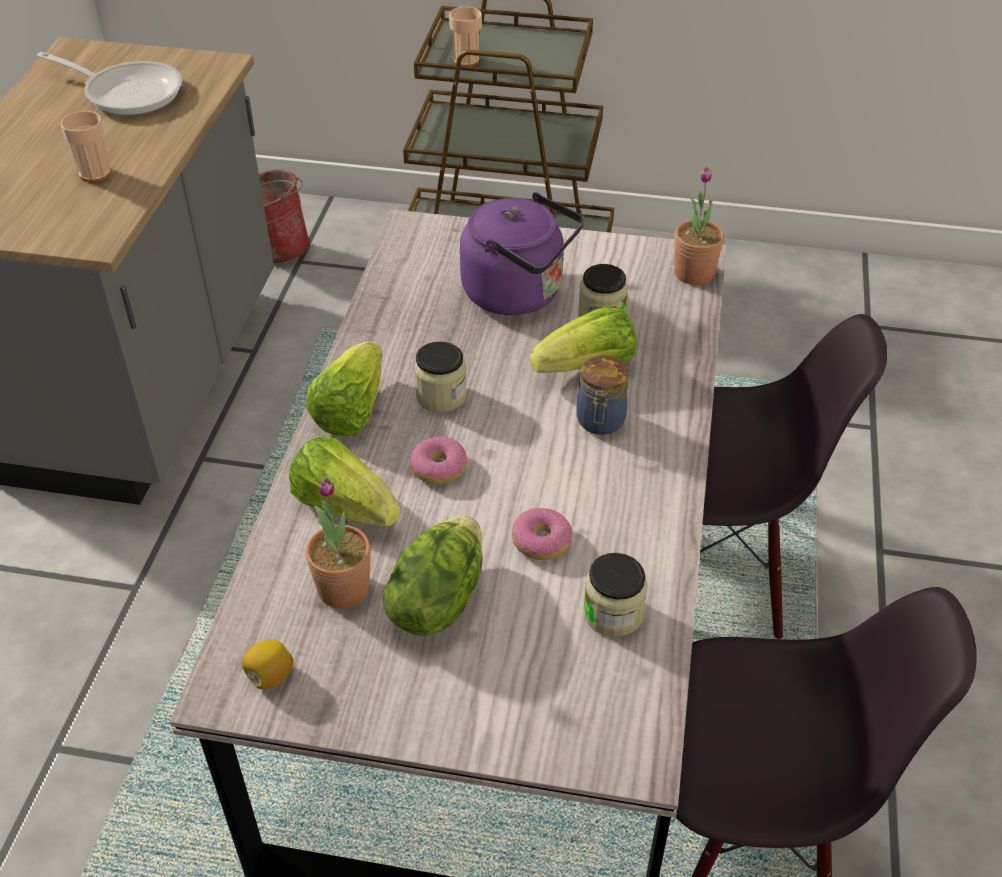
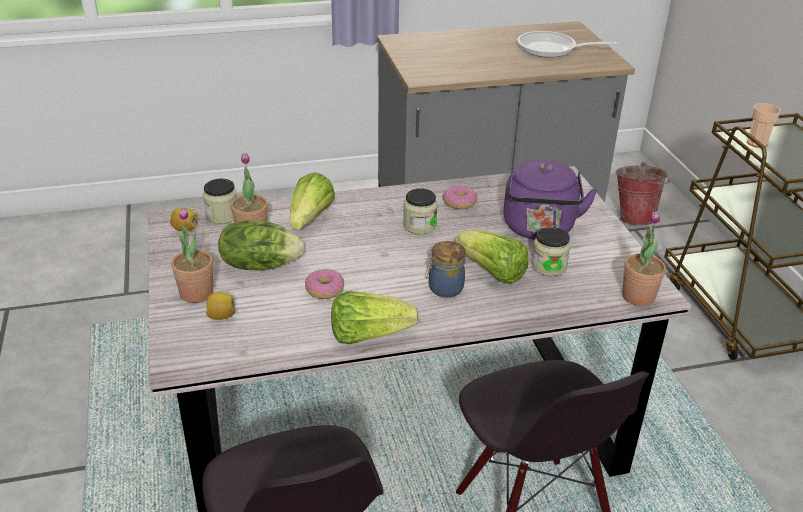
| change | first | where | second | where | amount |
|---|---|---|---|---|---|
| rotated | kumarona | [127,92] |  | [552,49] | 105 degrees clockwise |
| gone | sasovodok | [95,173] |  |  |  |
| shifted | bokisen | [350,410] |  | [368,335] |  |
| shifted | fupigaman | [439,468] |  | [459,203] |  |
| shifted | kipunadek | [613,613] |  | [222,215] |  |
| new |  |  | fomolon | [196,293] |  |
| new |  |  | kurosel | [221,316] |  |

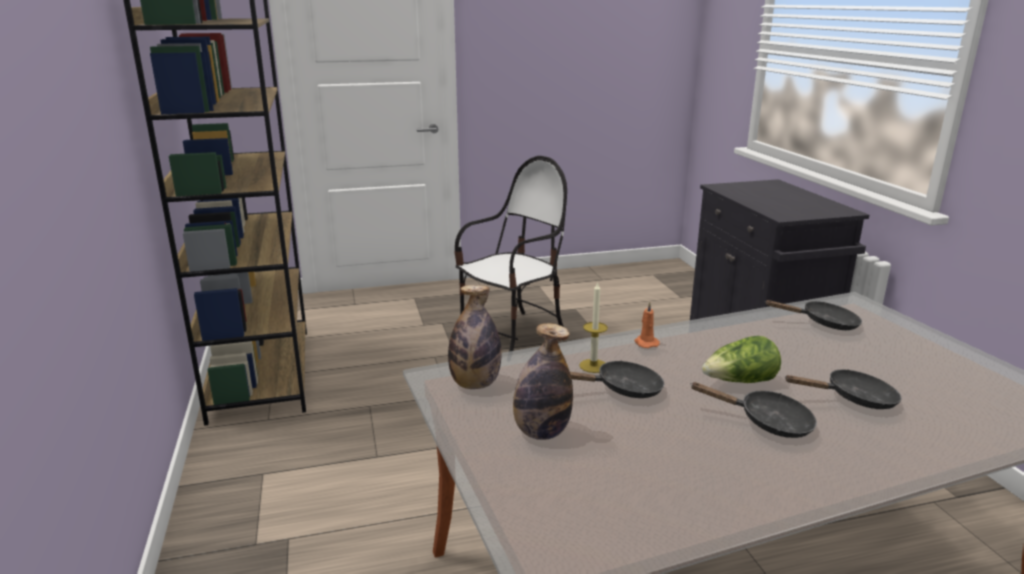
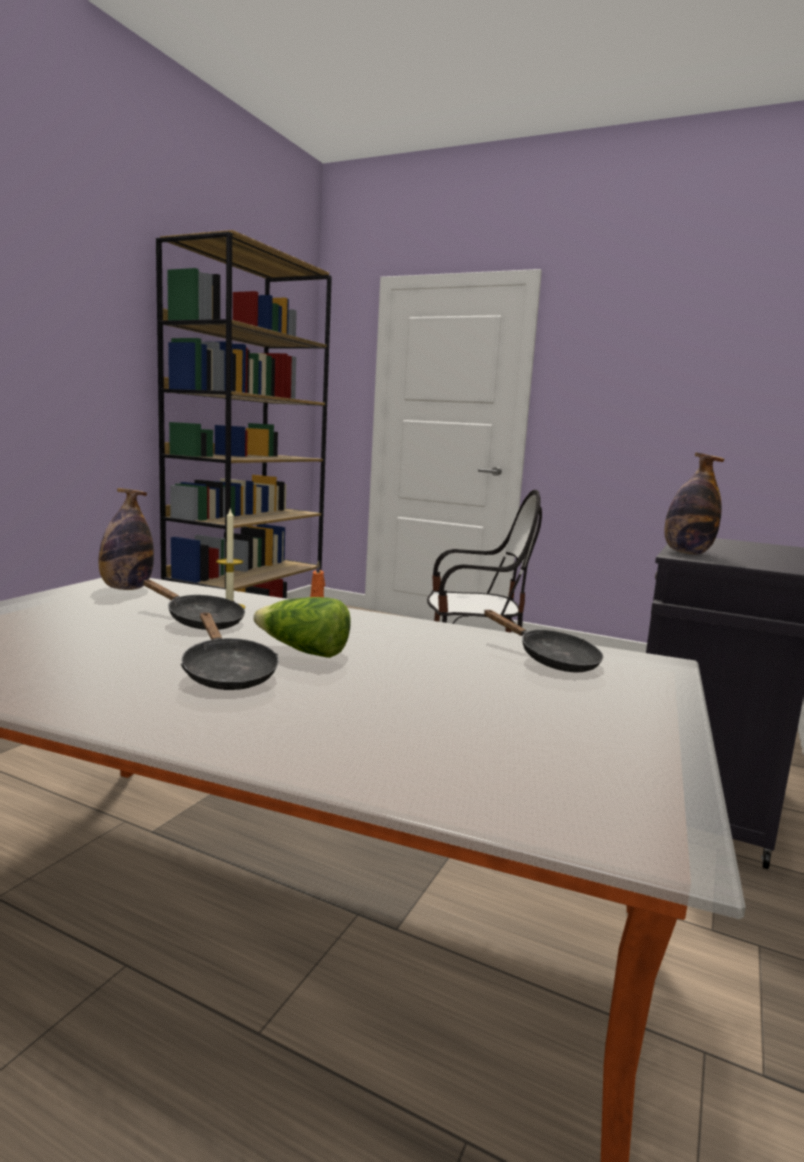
| change | first | where | second | where | amount |
|---|---|---|---|---|---|
| shifted | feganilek | [541,432] |  | [686,553] |  |
| gone | kumarona (black) | [853,398] |  |  |  |

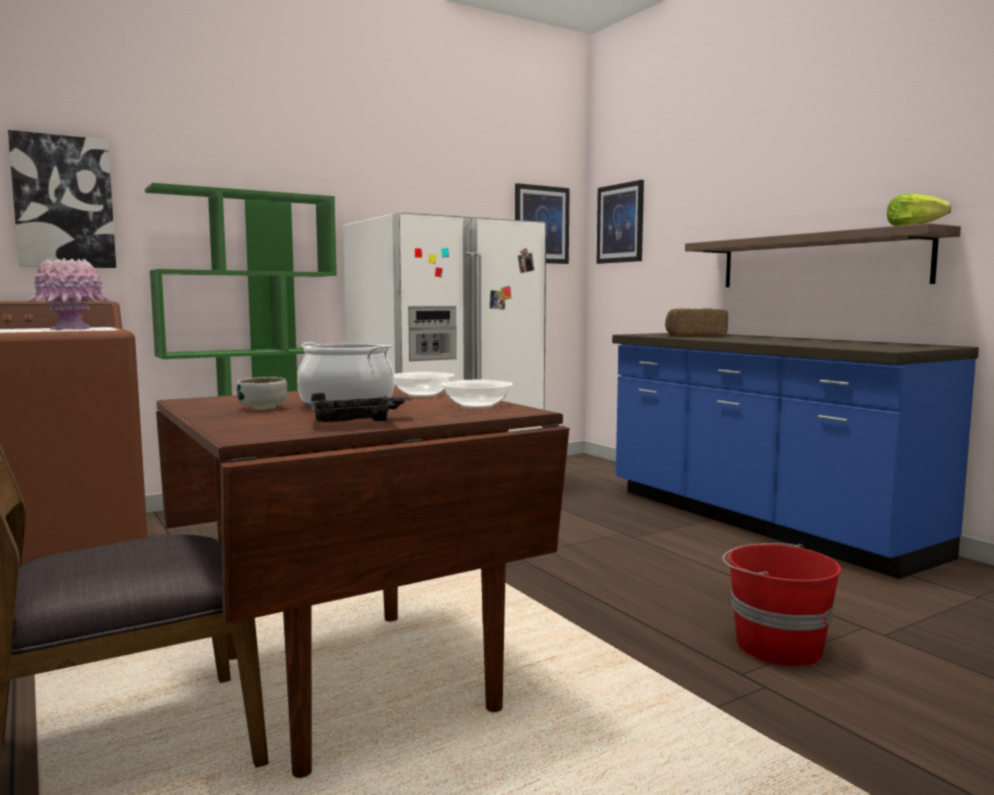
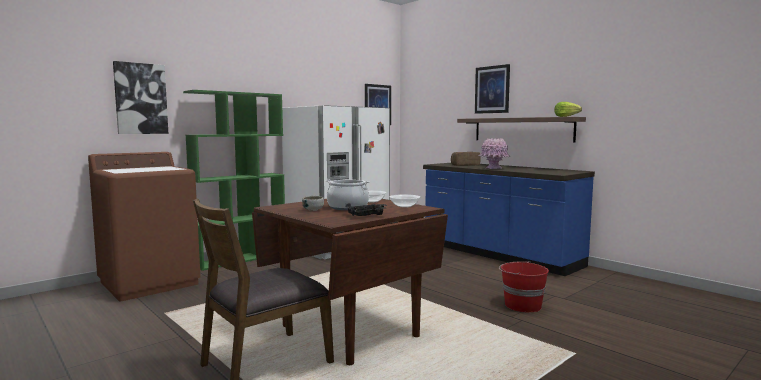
| change | first | where | second | where | amount |
|---|---|---|---|---|---|
| shifted | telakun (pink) | [71,329] |  | [493,168] |  |
| shifted | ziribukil | [620,223] |  | [492,89] |  |

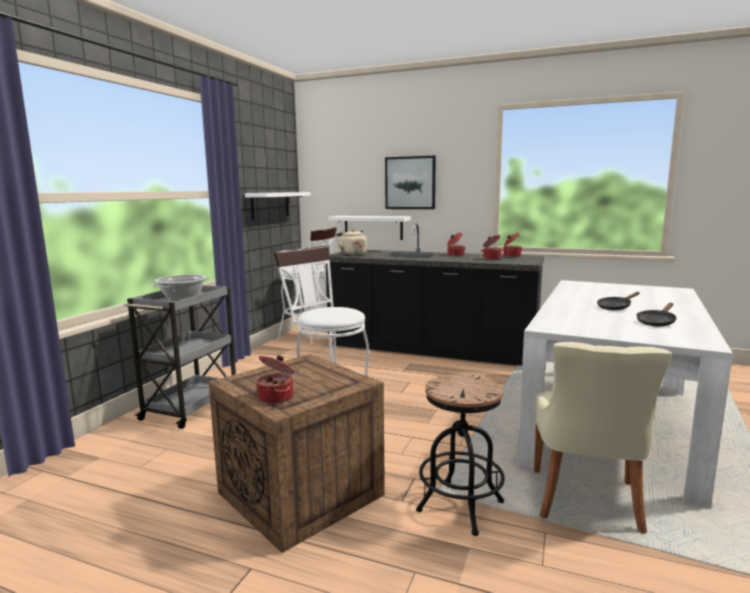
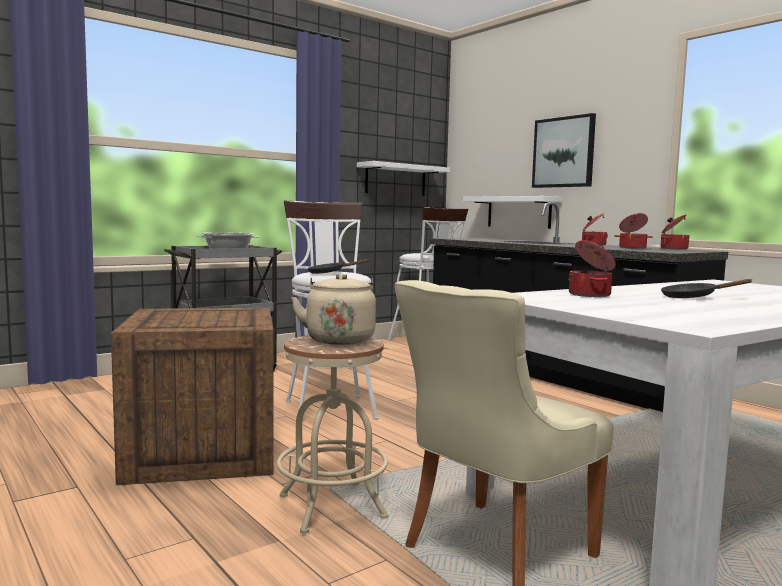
| change | first | where | second | where | amount |
|---|---|---|---|---|---|
| shifted | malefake | [277,397] |  | [590,295] |  |
| shifted | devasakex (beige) | [352,255] |  | [339,339] |  |
| repainted | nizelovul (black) | [460,506] | nizelovul (beige) | [332,507] |  |
| shifted | kumarona (black) | [656,322] |  | [330,273] |  |

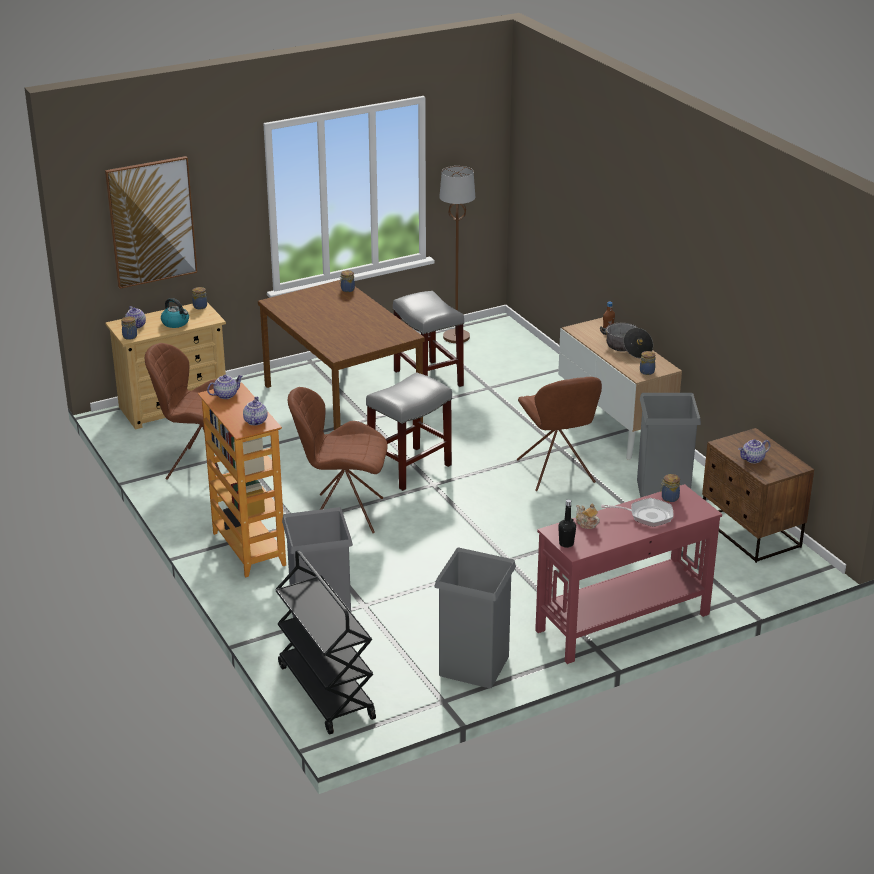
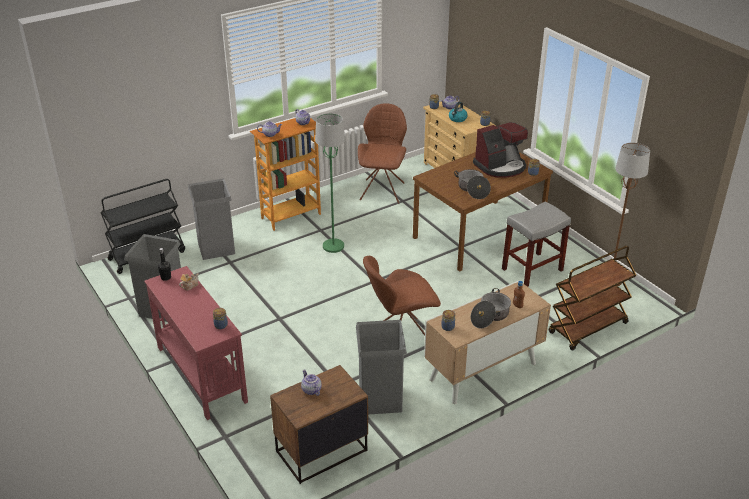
| change | first | where | second | where | amount |
|---|---|---|---|---|---|
| gone | ziribukil | [151,222] |  |  |  |
| swapped | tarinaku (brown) | [343,513] | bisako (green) | [333,246] |  |
| gone | nizelovul (grey) | [409,469] |  |  |  |
| gone | kumarona | [647,516] |  |  |  |
| new |  |  | malefake | [472,189] |  |
| new |  |  | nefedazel | [500,166] |  |
| new |  |  | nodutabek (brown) | [588,328] |  |

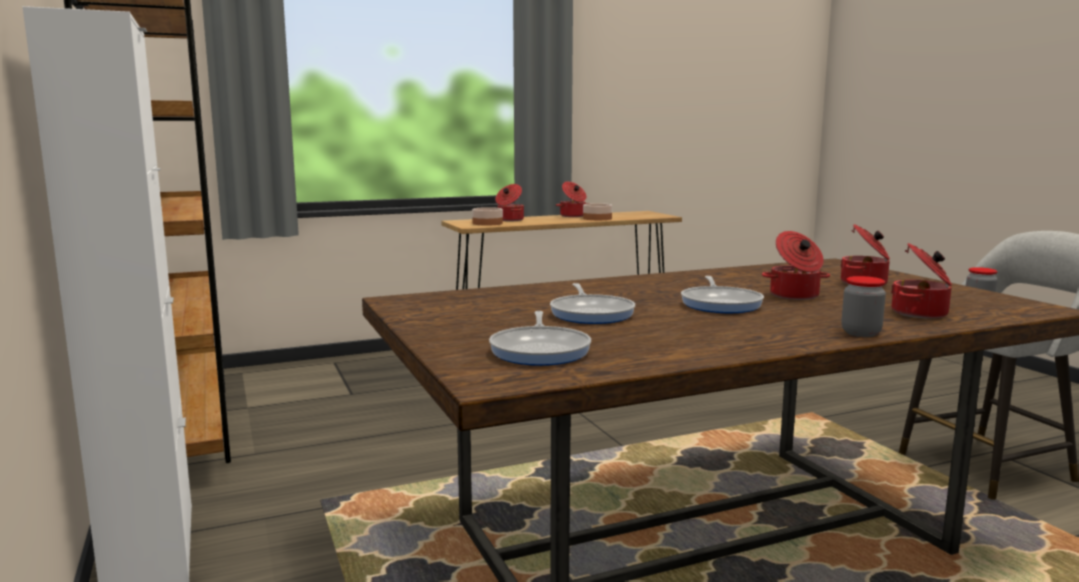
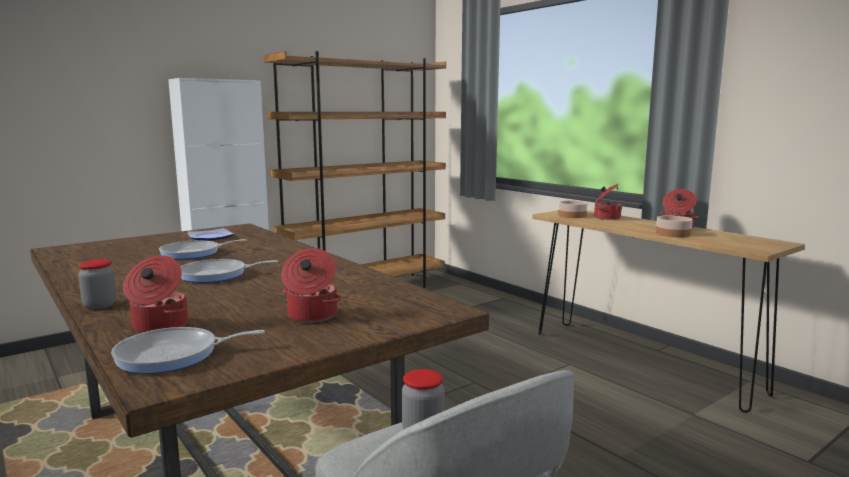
| change | first | where | second | where | amount |
|---|---|---|---|---|---|
| shifted | kumarona | [541,350] |  | [173,356] |  |
| gone | malefake | [794,296] |  |  |  |
| new |  |  | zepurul | [210,238] |  |

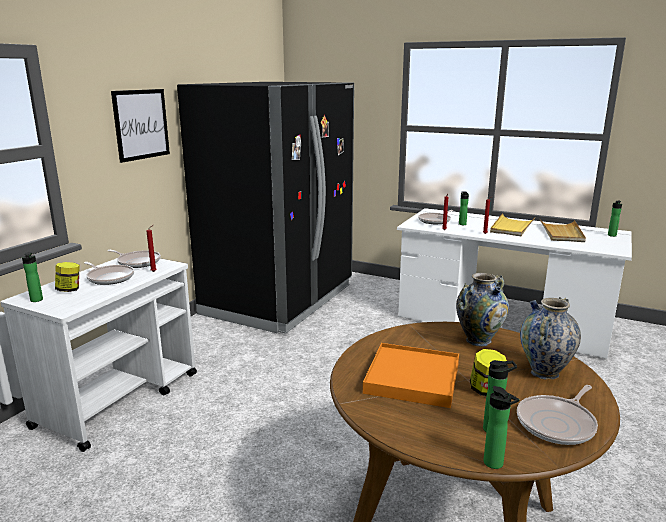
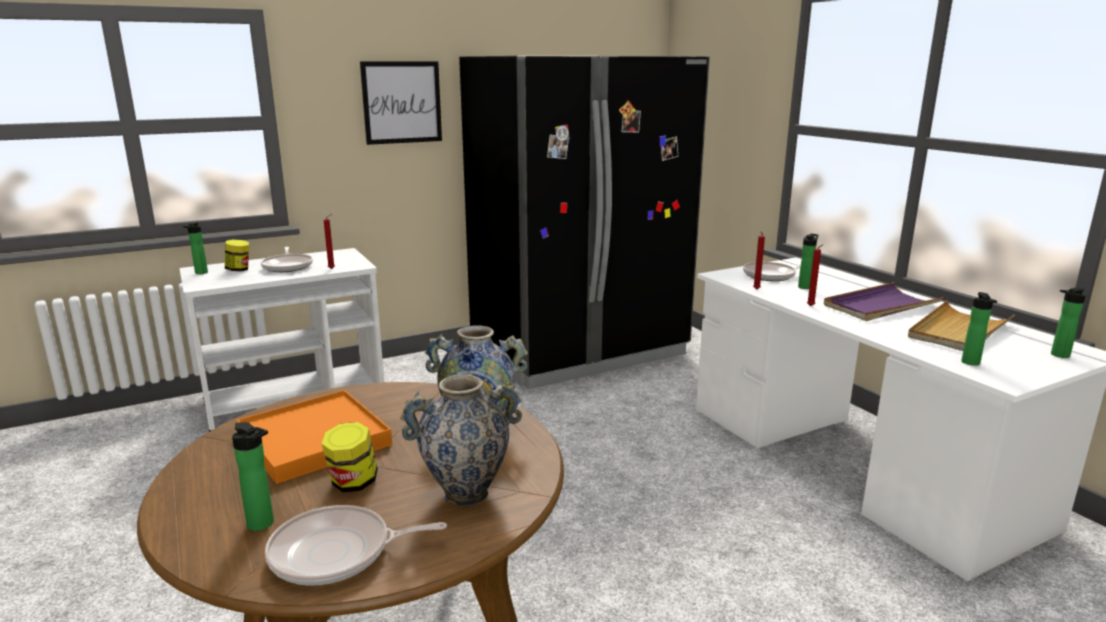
| change | first | where | second | where | amount |
|---|---|---|---|---|---|
| gone | kumarona | [137,262] |  |  |  |
| shifted | feganilek | [495,464] |  | [972,363] |  |
| repainted | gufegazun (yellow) | [511,227] | gufegazun (purple) | [880,306] |  |

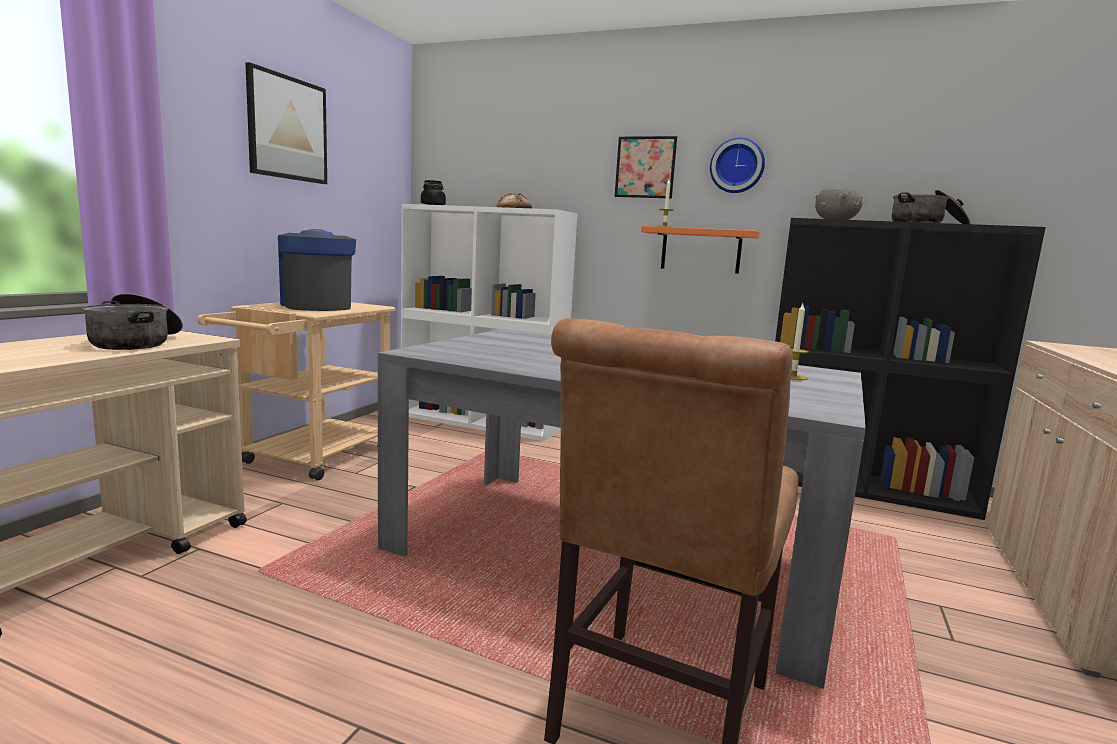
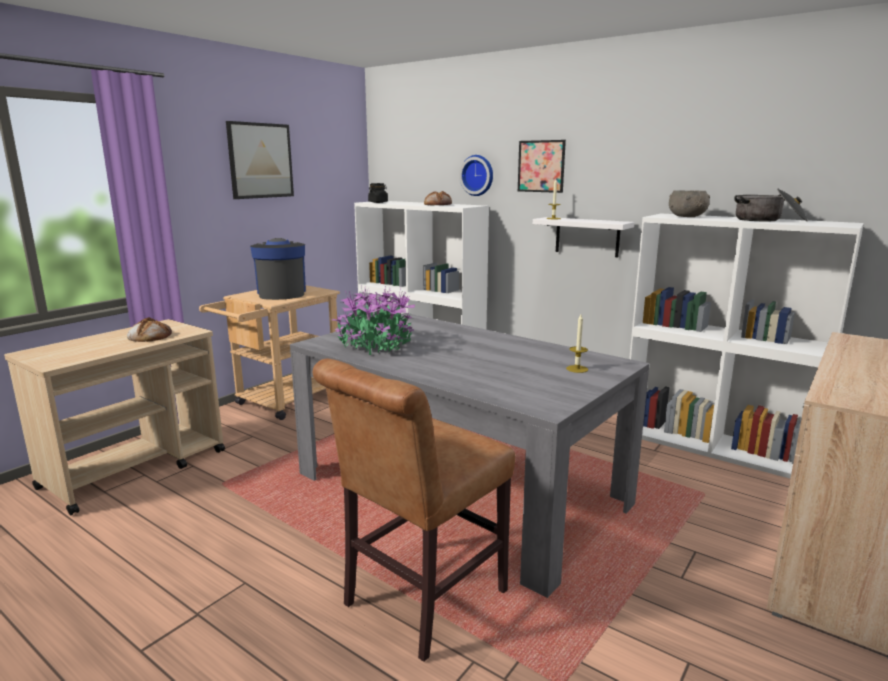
| change | first | where | second | where | amount |
|---|---|---|---|---|---|
| swapped | malefake | [137,342] | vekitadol | [149,336] |  |
| repainted | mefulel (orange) | [701,250] | mefulel (white) | [587,237] |  |
| shifted | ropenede | [737,166] |  | [478,175] |  |
| repainted | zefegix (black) | [863,487] | zefegix (white) | [717,446] |  |
| new |  |  | fomolon | [375,346] |  |

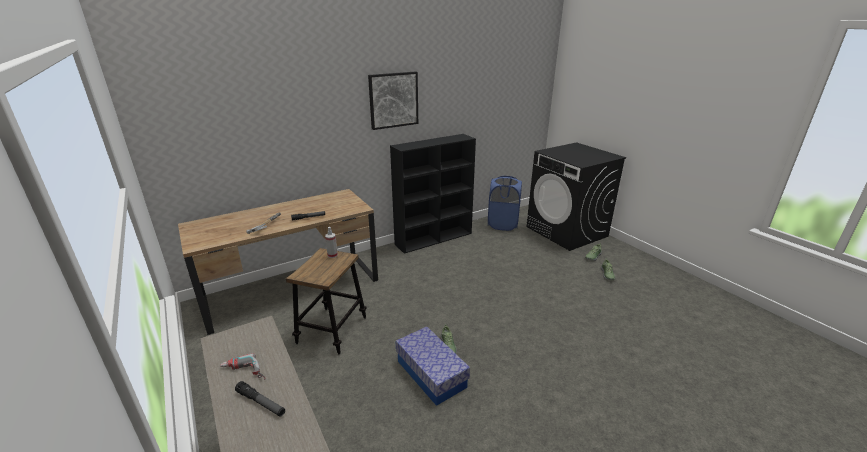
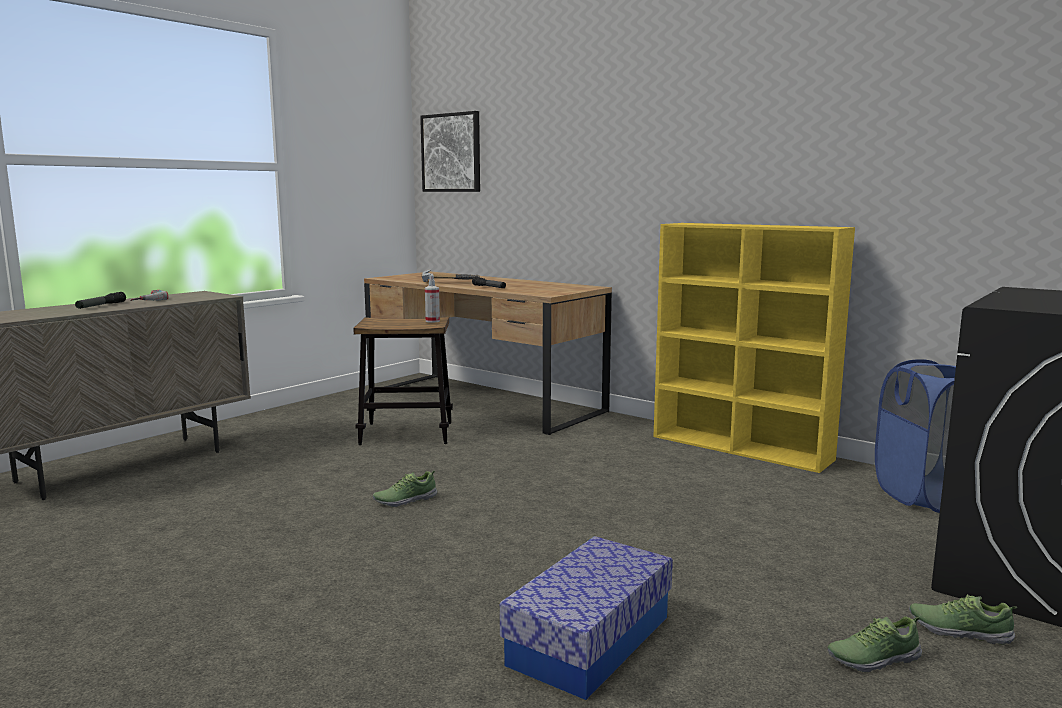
| change | first | where | second | where | amount |
|---|---|---|---|---|---|
| shifted | ziribukil | [393,100] |  | [451,153] |  |
| repainted | zefegix (black) | [434,238] | zefegix (yellow) | [742,448] |  |
| shifted | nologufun | [431,374] |  | [590,640] |  |

